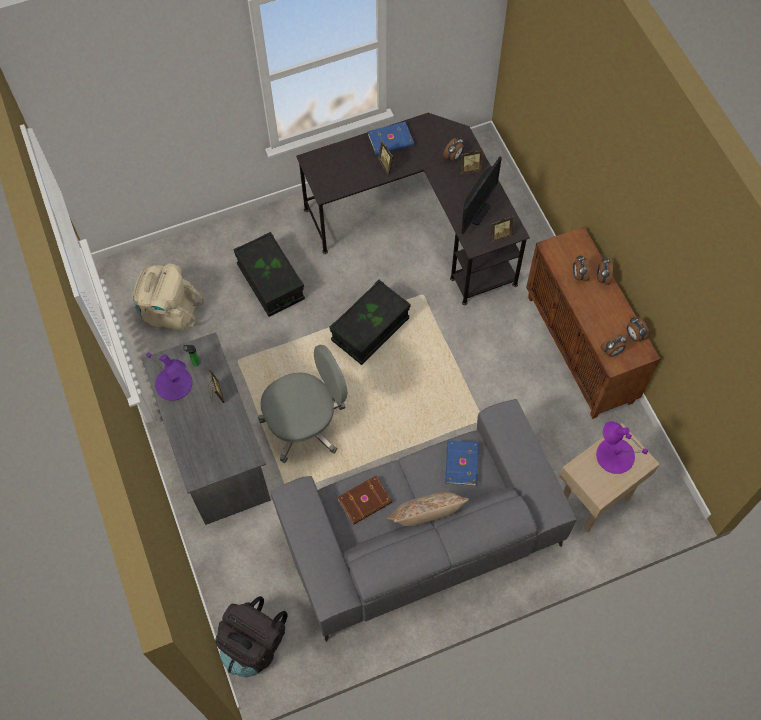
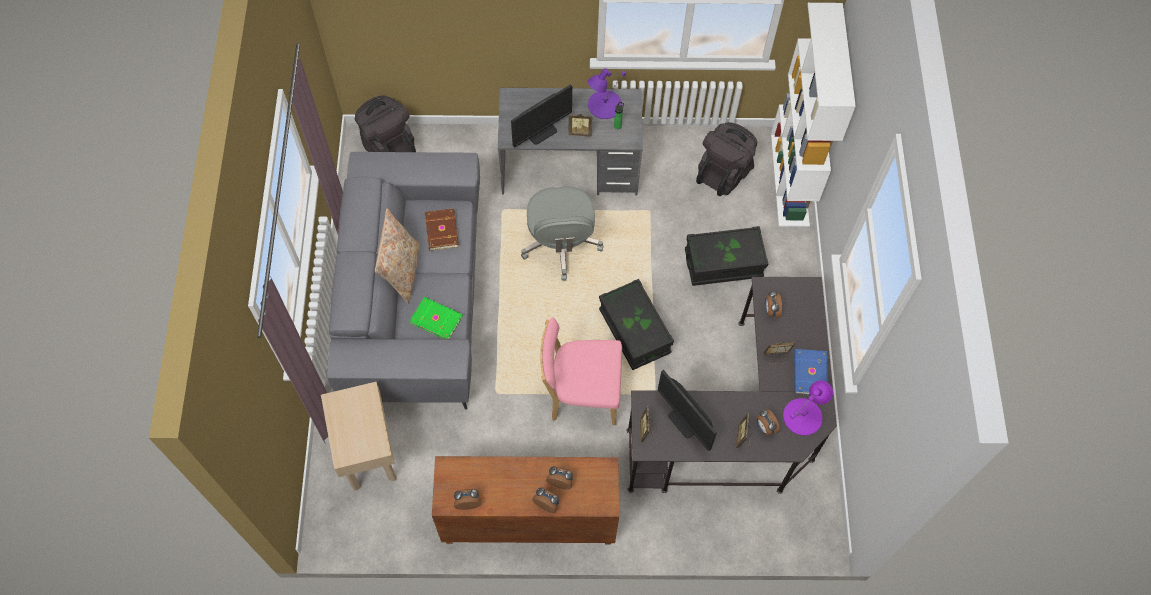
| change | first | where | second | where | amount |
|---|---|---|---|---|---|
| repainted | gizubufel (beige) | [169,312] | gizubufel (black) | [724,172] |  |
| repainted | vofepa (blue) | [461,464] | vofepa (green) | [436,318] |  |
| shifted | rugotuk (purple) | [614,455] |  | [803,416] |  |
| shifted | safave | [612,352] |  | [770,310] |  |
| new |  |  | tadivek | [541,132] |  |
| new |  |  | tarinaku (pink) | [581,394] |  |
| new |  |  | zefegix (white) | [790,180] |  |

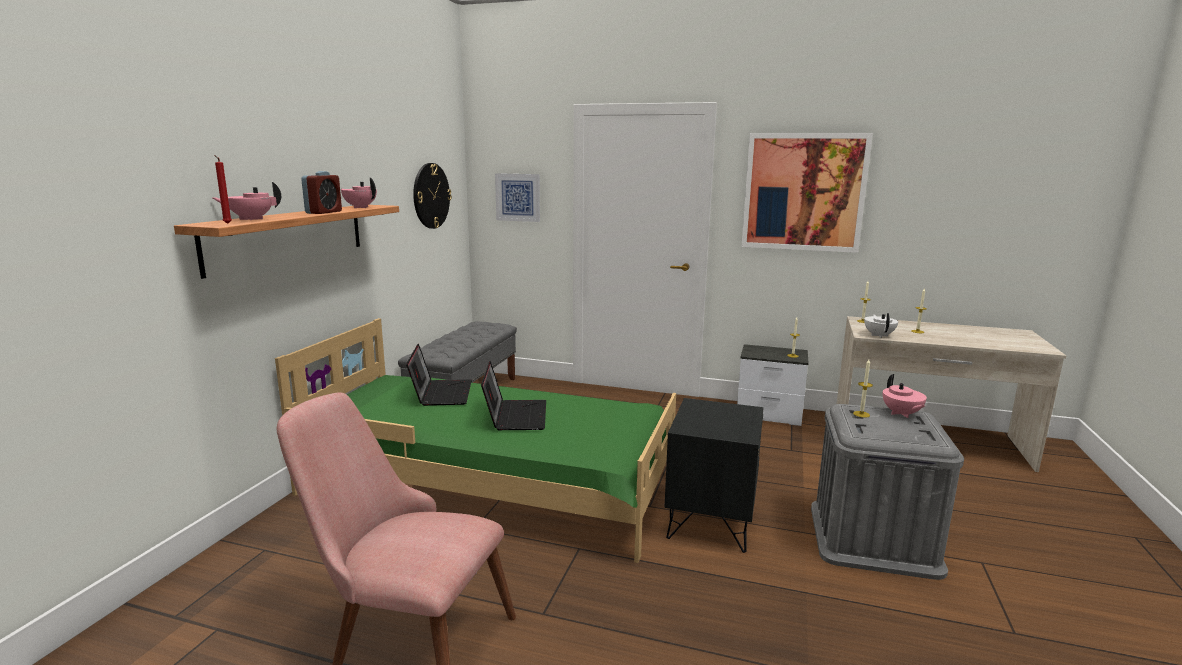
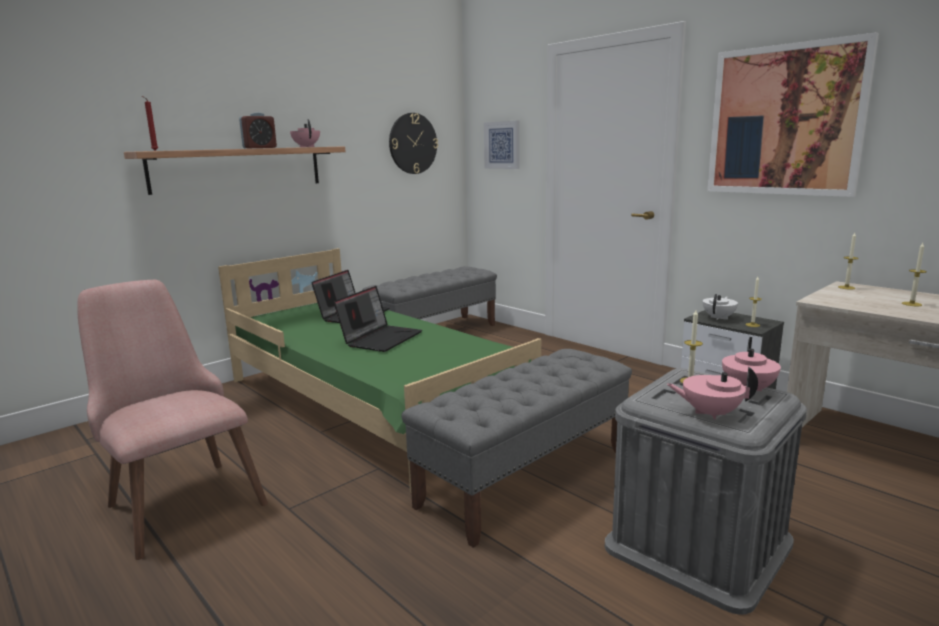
| change | first | where | second | where | amount |
|---|---|---|---|---|---|
| shifted | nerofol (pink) | [251,219] |  | [710,413] |  |
| swapped | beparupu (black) | [709,521] | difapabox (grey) | [525,477] |  |
| shifted | nerofol (white) | [879,335] |  | [719,318] |  |

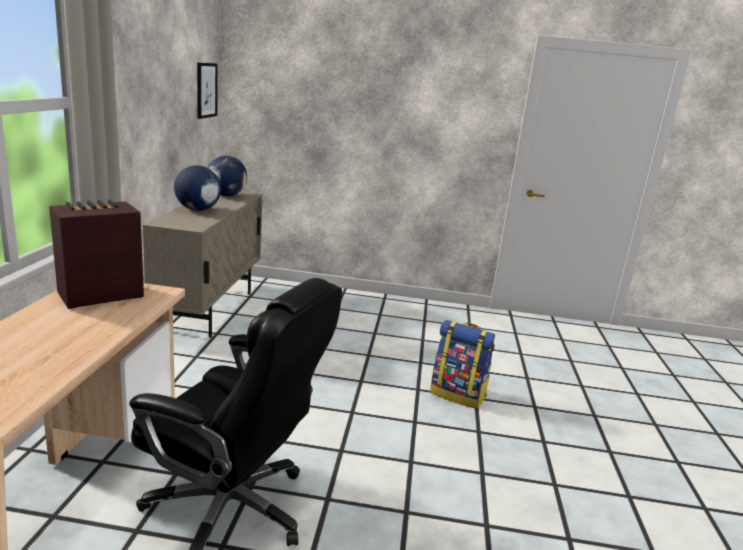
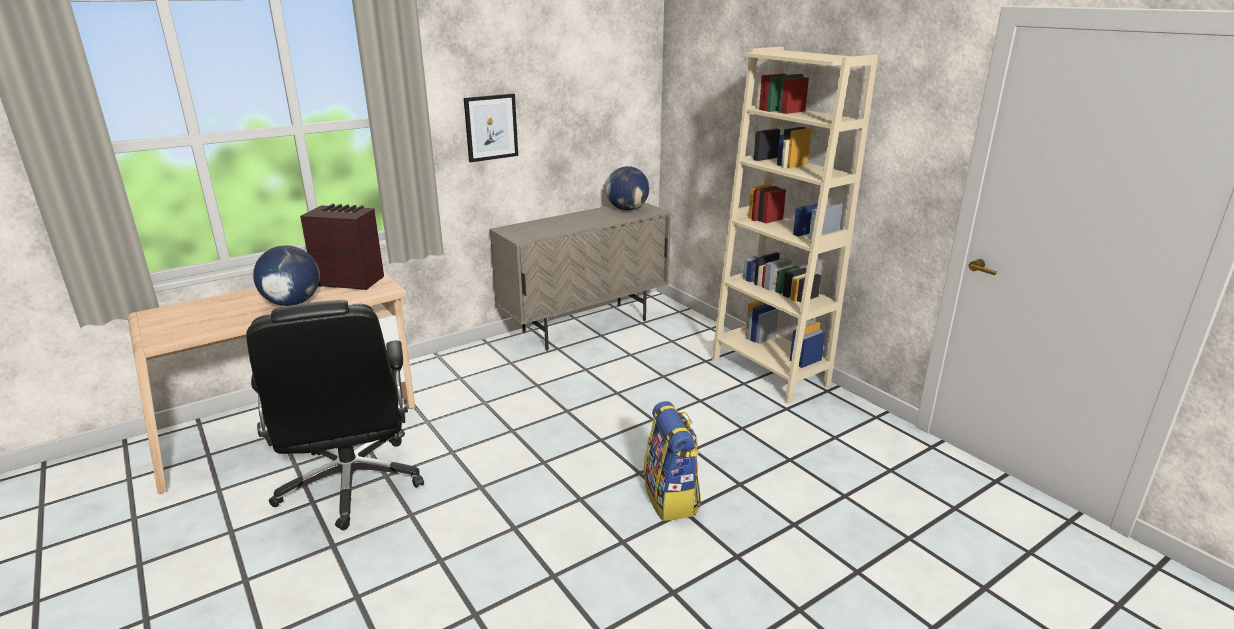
| change | first | where | second | where | amount |
|---|---|---|---|---|---|
| shifted | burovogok | [197,210] |  | [292,303] |  |
| shifted | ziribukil | [206,90] |  | [491,127] |  |
| new |  |  | zefegix (beige) | [769,372] |  |

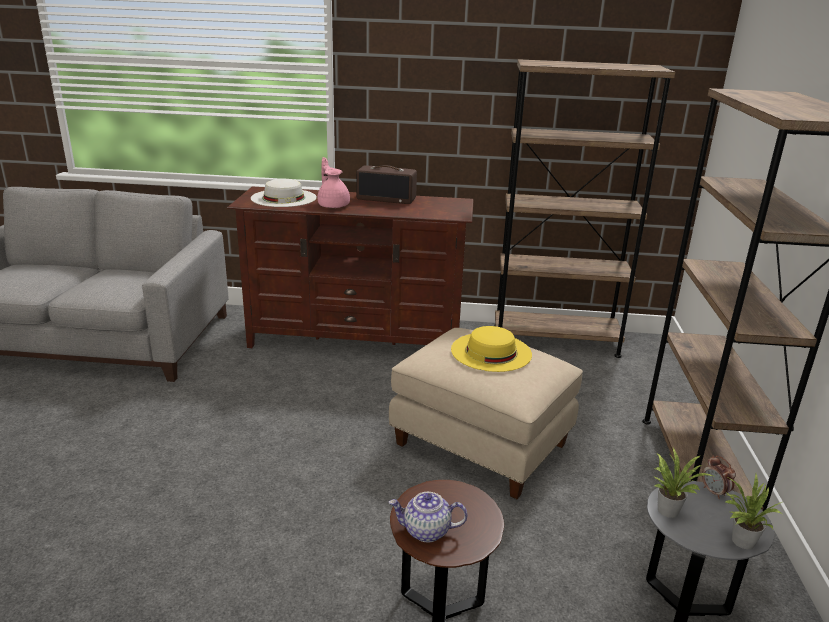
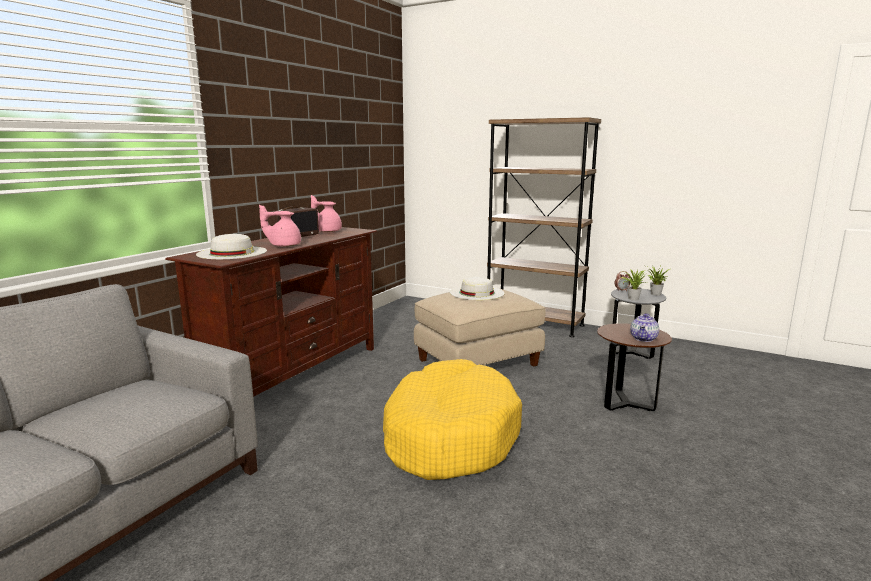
| change | first | where | second | where | amount |
|---|---|---|---|---|---|
| repainted | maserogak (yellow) | [491,351] | maserogak (white) | [476,292] |  |
| gone | zefegix (brown) | [555,340] |  |  |  |
| new |  |  | nerofol (pink) | [327,231] |  |
| new |  |  | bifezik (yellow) | [449,435] |  |

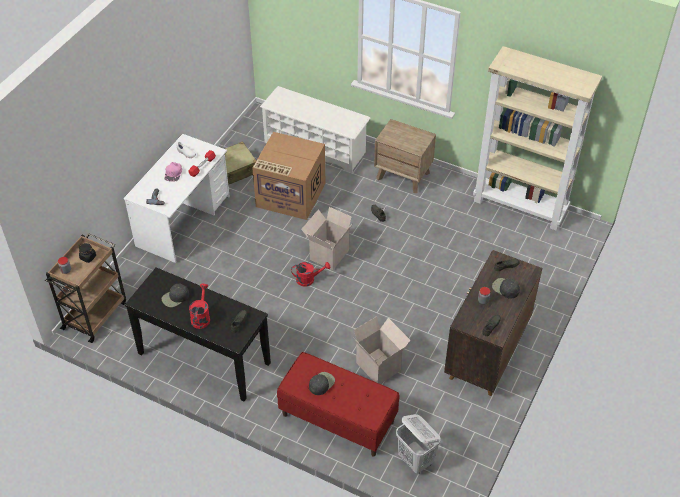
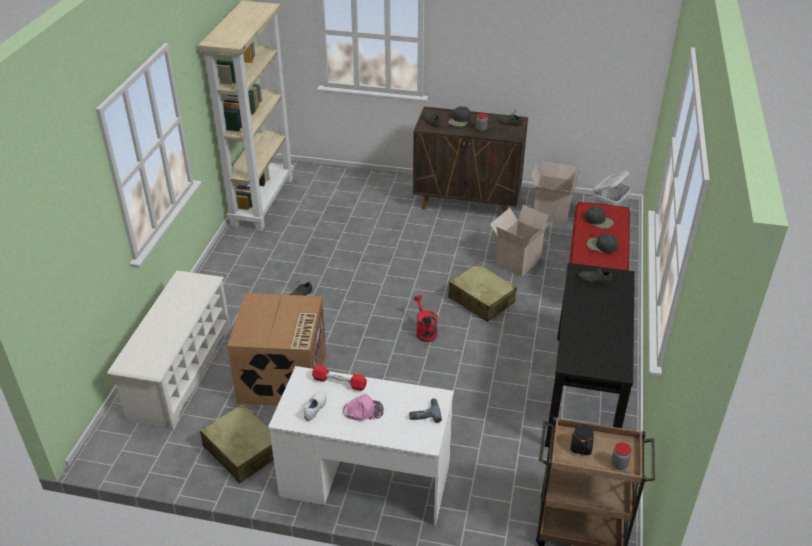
| change | first | where | second | where | amount |
|---|---|---|---|---|---|
| shifted | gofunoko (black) | [175,297] |  | [599,221] |  |
| gone | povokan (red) | [201,317] |  |  |  |
| shifted | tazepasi | [328,254] |  | [550,212] |  |
| gone | beparupu (brown) | [403,175] |  |  |  |
| new |  |  | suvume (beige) | [481,300] |  |

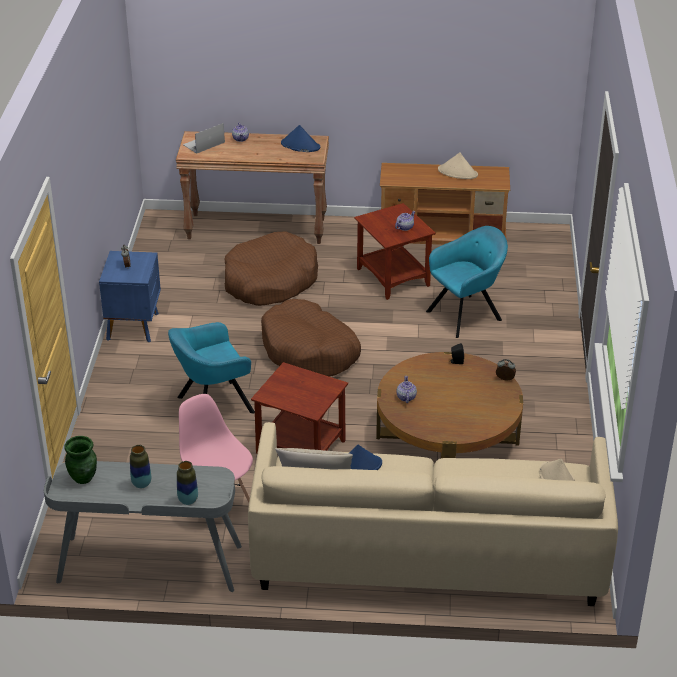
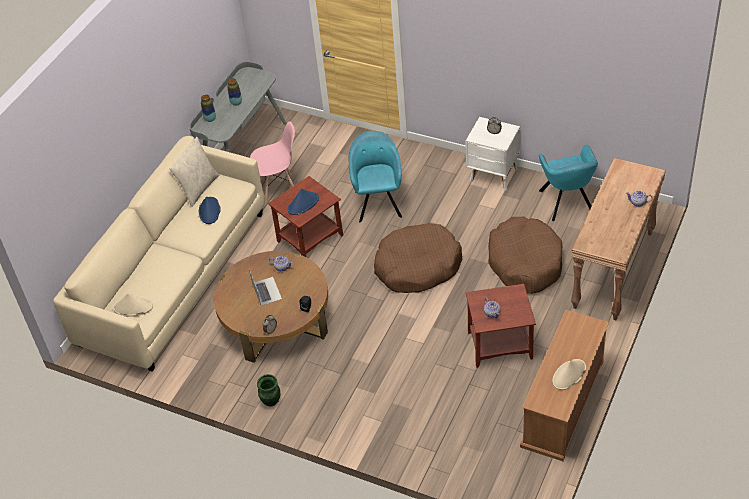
| change | first | where | second | where | amount |
|---|---|---|---|---|---|
| shifted | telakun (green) | [83,477] |  | [271,401] |  |
| repainted | beparupu (blue) | [134,326] | beparupu (white) | [493,175] |  |
| shifted | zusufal | [203,143] |  | [266,291] |  |
| shifted | maserogak (blue) | [300,145] |  | [303,204] |  |
| shifted | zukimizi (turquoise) | [466,314] |  | [567,203] |  |

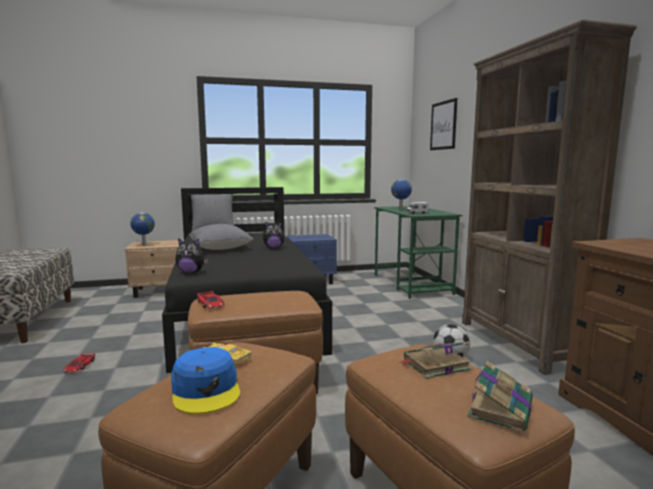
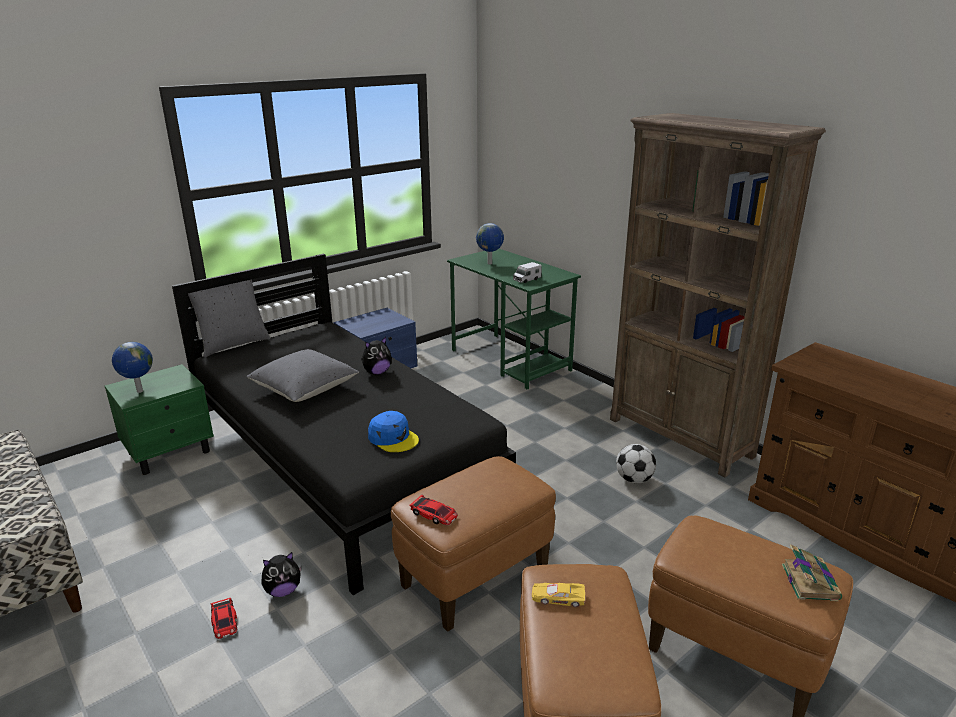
| change | first | where | second | where | amount |
|---|---|---|---|---|---|
| repainted | beparupu (beige) | [159,291] | beparupu (green) | [170,452] |  |
| shifted | gofunoko (blue) | [206,390] |  | [393,438] |  |
| shifted | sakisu | [191,272] |  | [283,590] |  |
| gone | vofepa | [434,365] |  |  |  |
| gone | ziribukil | [443,125] |  |  |  |

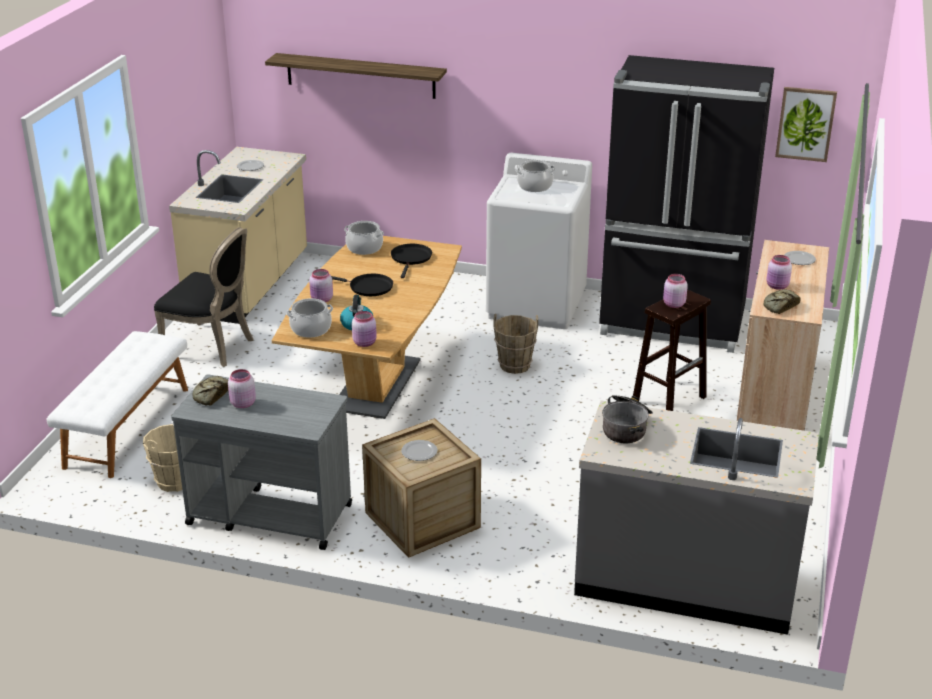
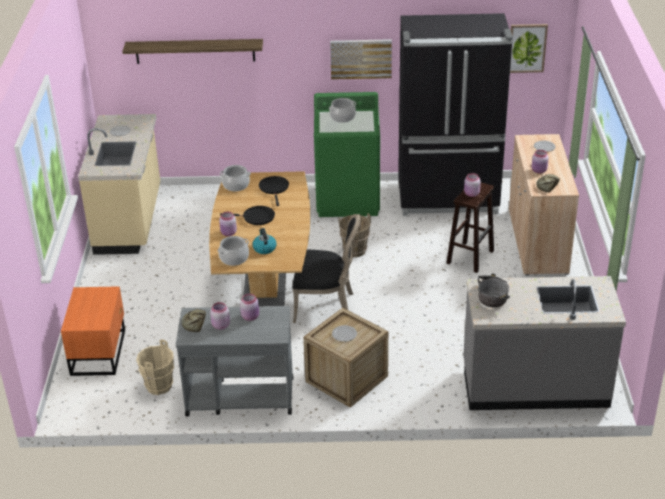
| change | first | where | second | where | amount |
|---|---|---|---|---|---|
| swapped | difapabox (white) | [127,427] | beparupu (orange) | [100,351] |  |
| shifted | tarinaku (black) | [212,347] |  | [326,306] |  |
| shifted | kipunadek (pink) | [365,343] |  | [251,316] |  |
| repainted | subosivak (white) | [537,305] | subosivak (green) | [348,199] |  |
| new |  |  | ziribukil | [361,58] |  |

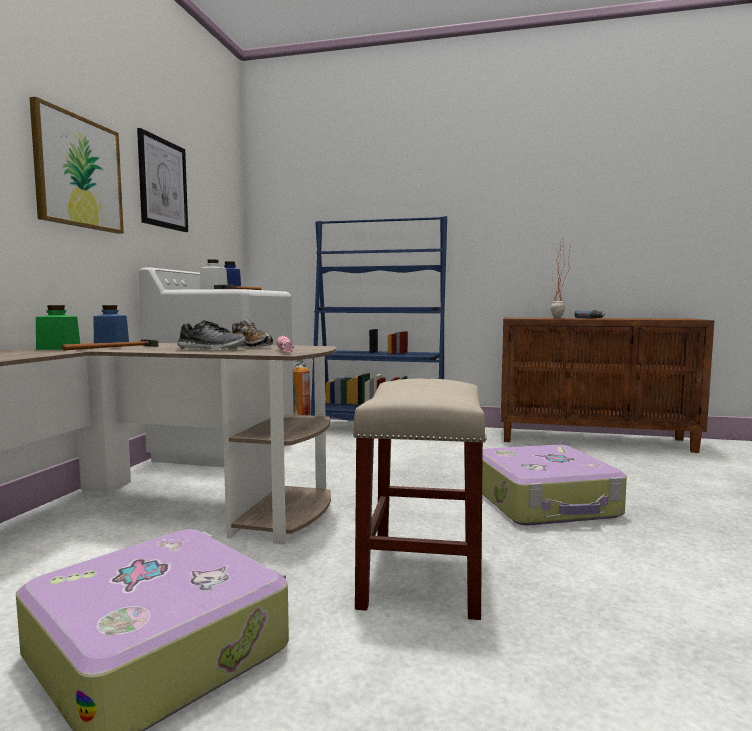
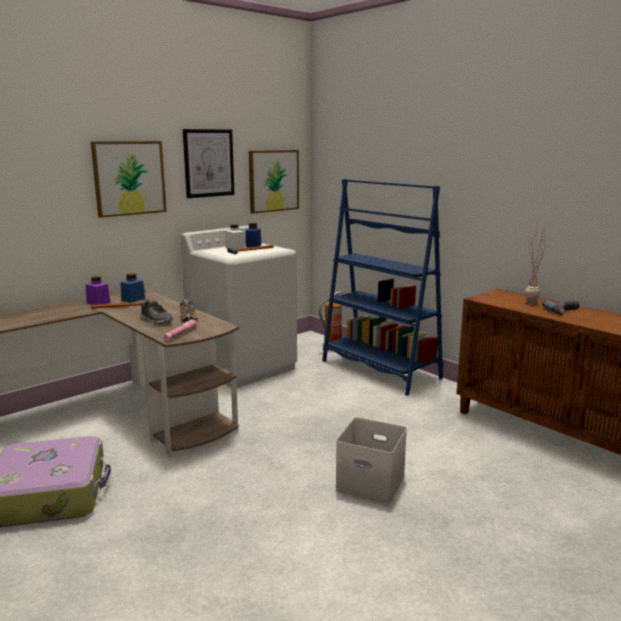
| change | first | where | second | where | amount |
|---|---|---|---|---|---|
| repainted | kipunadek (green) | [58,348] | kipunadek (purple) | [98,302] |  |
| gone | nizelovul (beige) | [422,575] |  |  |  |
| swapped | suvume | [545,502] | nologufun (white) | [372,483] |  |
| new |  |  | ziribukil | [273,181] |  |

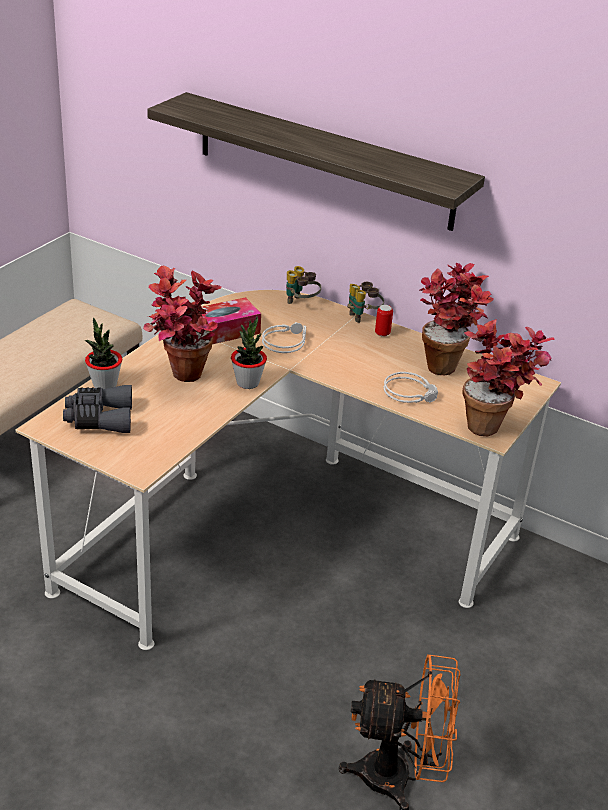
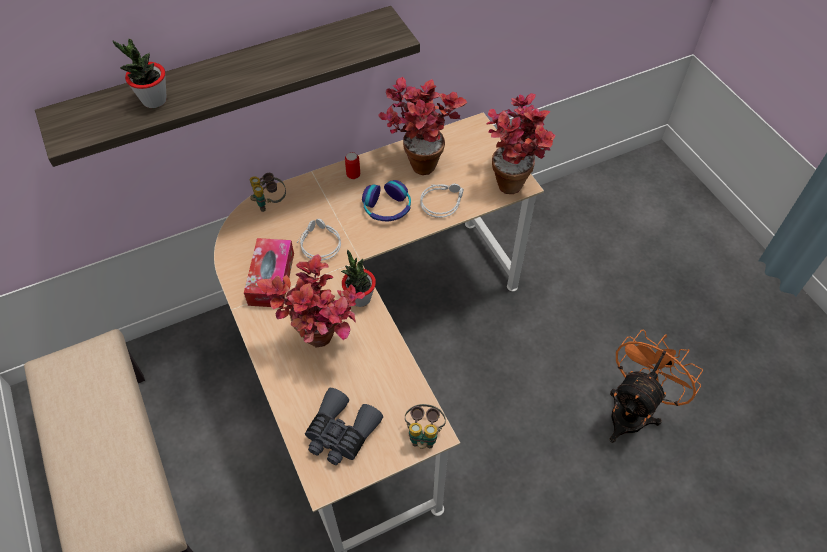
| change | first | where | second | where | amount |
|---|---|---|---|---|---|
| shifted | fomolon | [104,385] |  | [154,100] |  |
| shifted | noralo | [363,316] |  | [424,434] |  |
| new |  |  | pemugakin | [387,207] |  |

